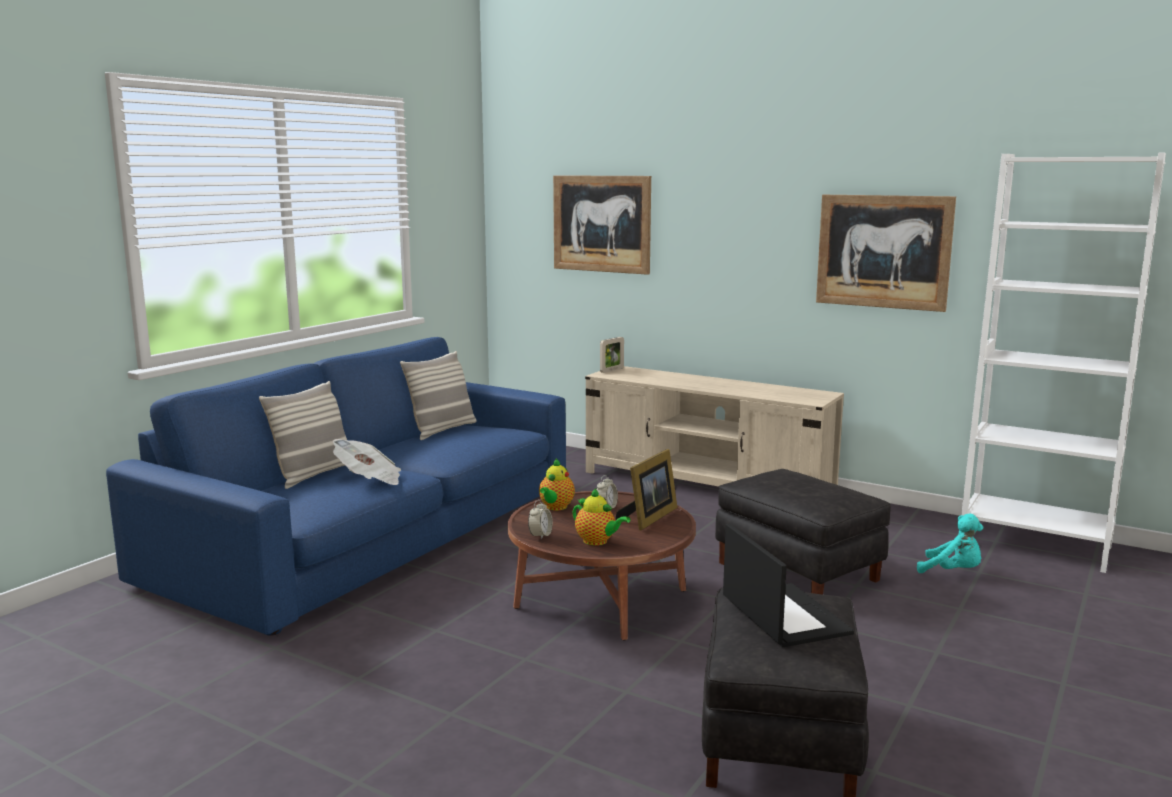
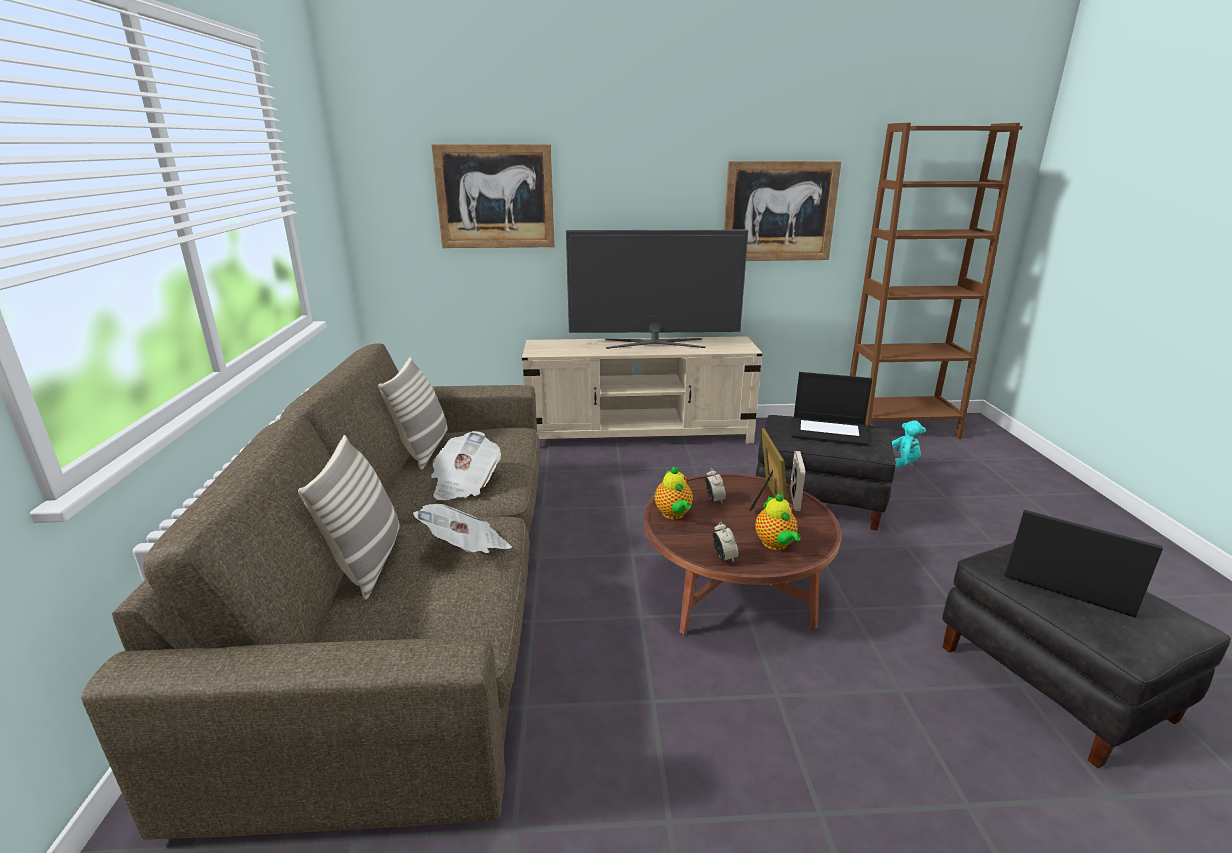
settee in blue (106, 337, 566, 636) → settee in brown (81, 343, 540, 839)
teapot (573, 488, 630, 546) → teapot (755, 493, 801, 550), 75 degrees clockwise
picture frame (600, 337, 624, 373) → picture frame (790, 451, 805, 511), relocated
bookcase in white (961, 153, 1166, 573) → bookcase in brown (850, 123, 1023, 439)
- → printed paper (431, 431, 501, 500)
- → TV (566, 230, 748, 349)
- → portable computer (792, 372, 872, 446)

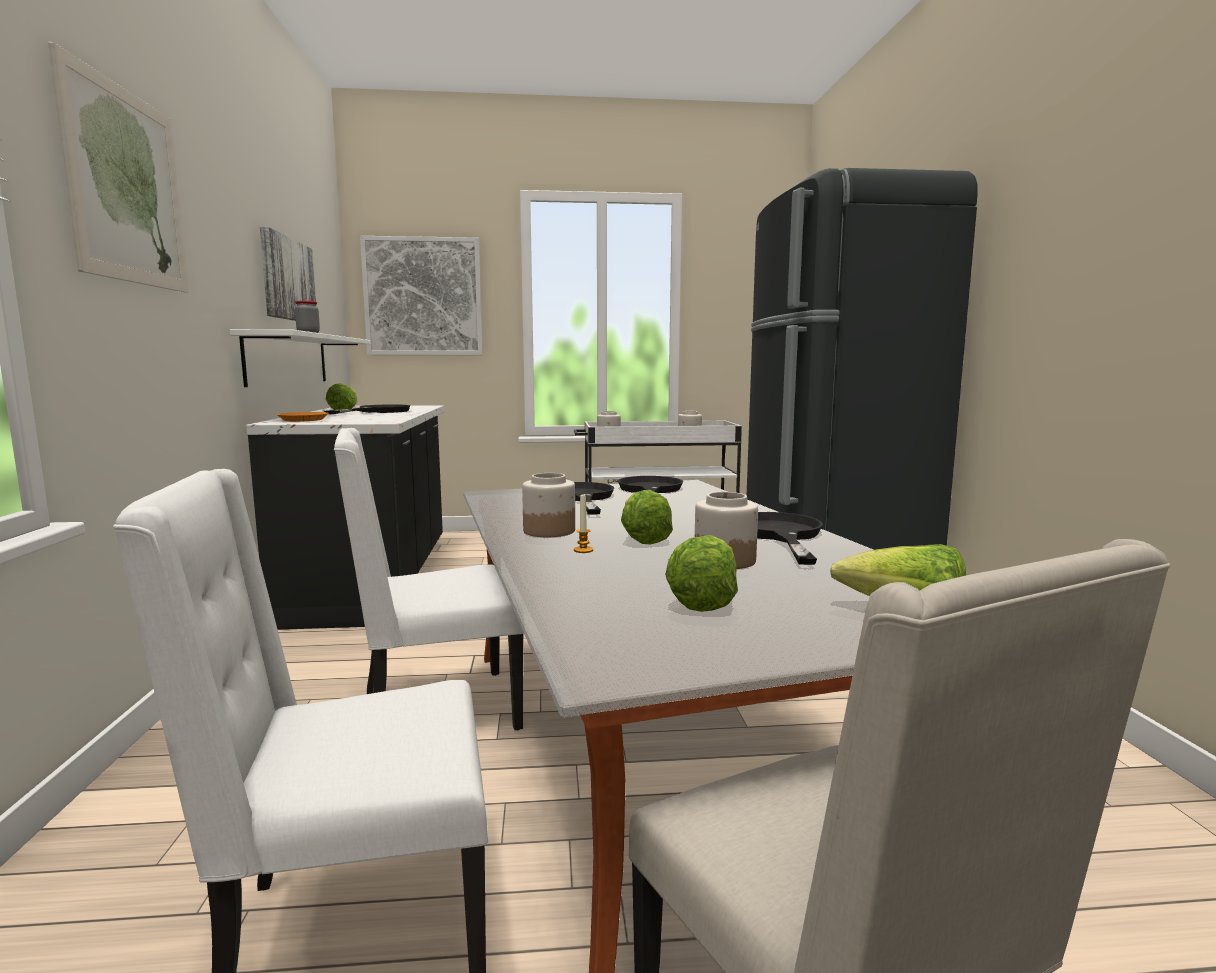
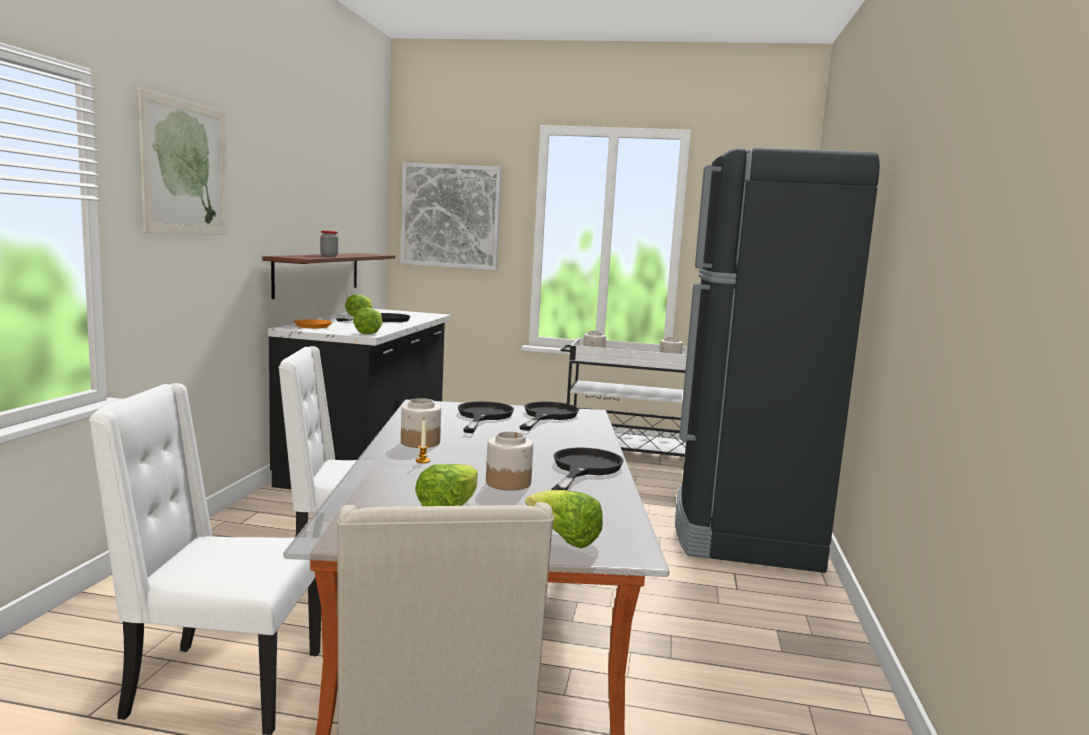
wall shelf in white (230, 329, 371, 387) → wall shelf in brown (263, 253, 395, 299)
wall picture (260, 227, 317, 321) → -
lettuce head (621, 490, 673, 545) → lettuce head (353, 307, 382, 334), relocated

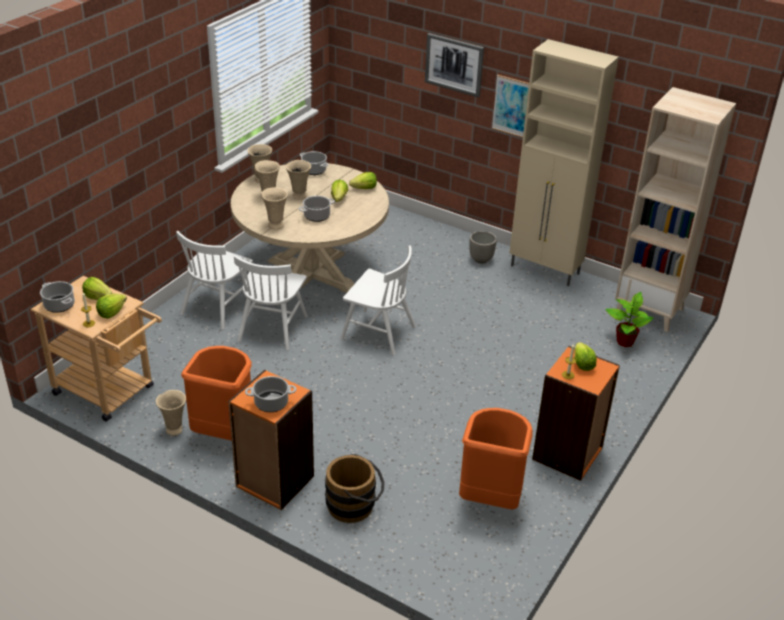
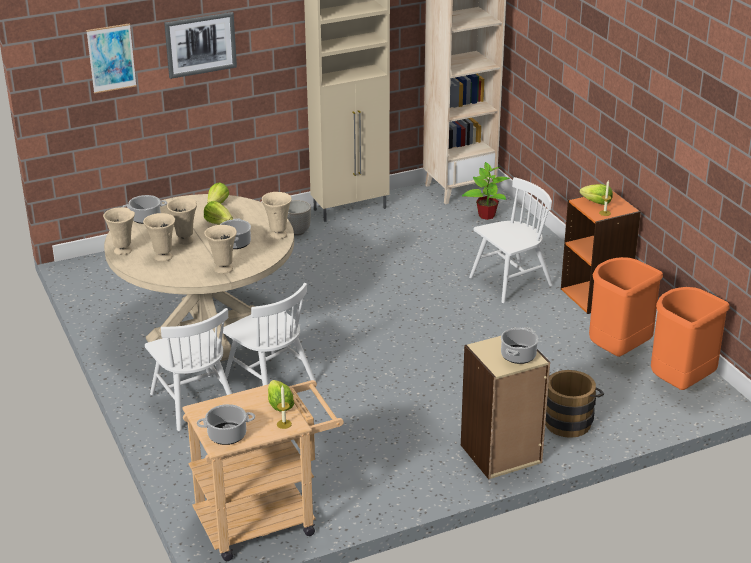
lettuce head (82, 277, 113, 300) → -
vase in beige (156, 390, 186, 436) → vase in beige (262, 192, 292, 239), relocated
trash can in orange-coloured (181, 346, 252, 441) → trash can in orange-coloured (651, 287, 730, 390), relocated
bookcase in orange-coloured (228, 370, 314, 510) → bookcase in beige (461, 336, 550, 479)
plain chair in white (340, 245, 416, 355) → plain chair in white (469, 177, 553, 303), relocated
wall picture (492, 75, 529, 138) → wall picture (86, 23, 136, 94), relocated

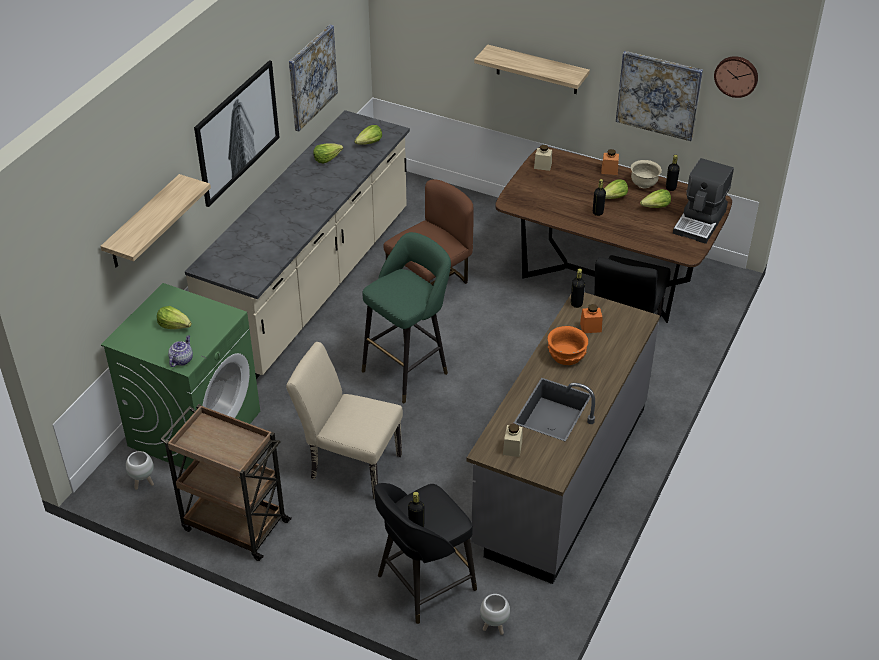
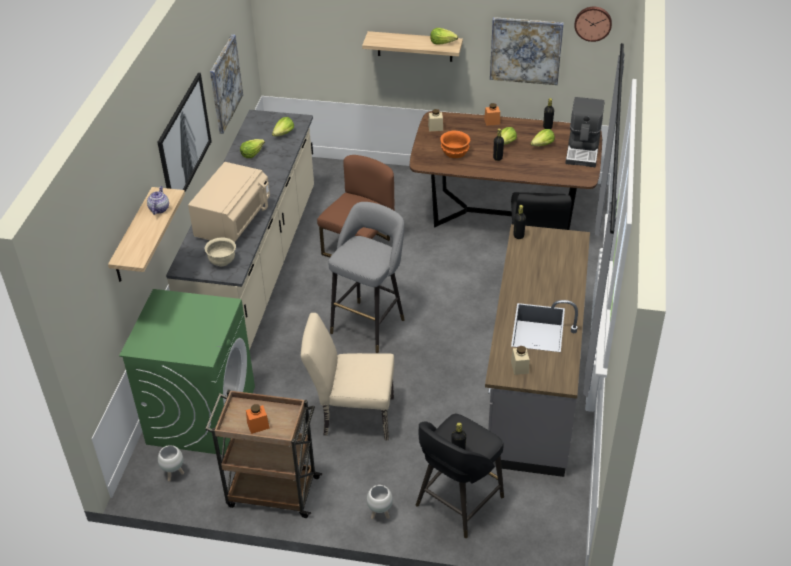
lettuce head (157, 306, 192, 329) → lettuce head (430, 28, 458, 45), relocated
teapot (168, 335, 193, 367) → teapot (147, 186, 169, 215), relocated
stool seat in green (362, 232, 451, 403) → stool seat in grey (328, 202, 405, 353)
planter in white (480, 594, 510, 635) → planter in white (367, 485, 393, 519), relocated
bowl in orange-coloured (548, 326, 588, 365) → bowl in orange-coloured (440, 131, 470, 158), relocated
jar in orange-coloured (580, 304, 603, 333) → jar in orange-coloured (246, 404, 270, 434), relocated
bowl in beige (631, 160, 662, 188) → bowl in beige (205, 237, 236, 266), relocated
- → kitchen microwave in beige (188, 162, 270, 242)

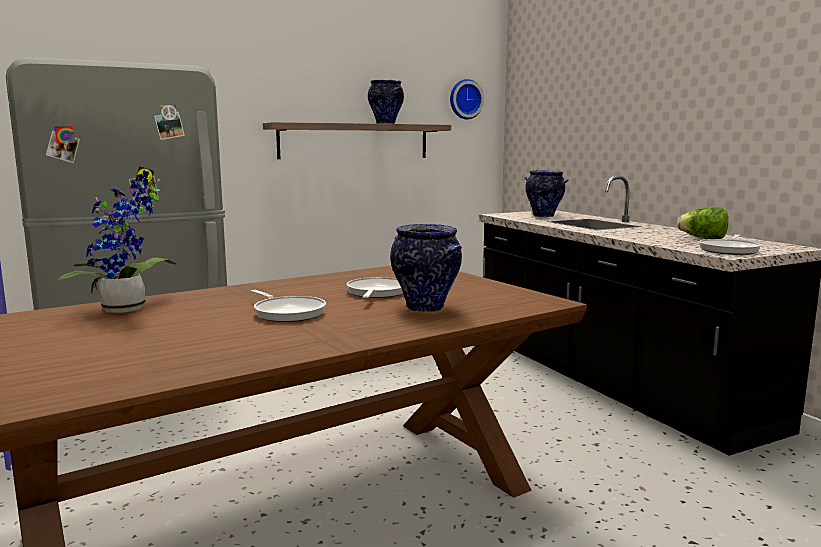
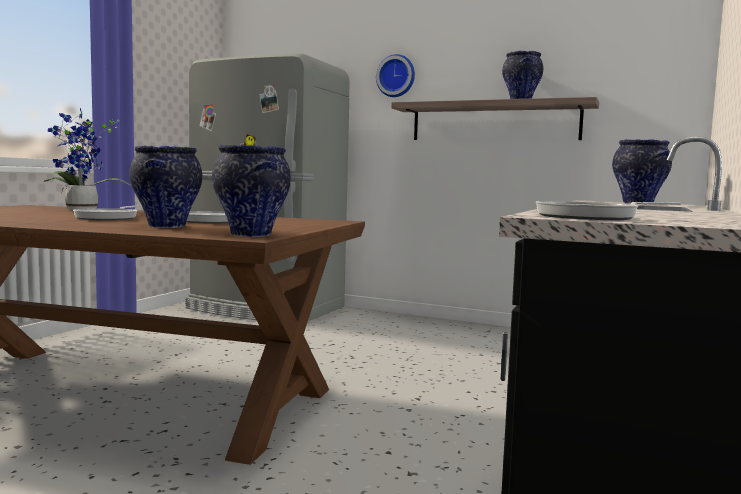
clock on the wall (450, 79, 484, 119) → clock on the wall (376, 54, 415, 97), relocated
lettuce head (677, 207, 728, 239) → -
- → vase (212, 145, 291, 237)

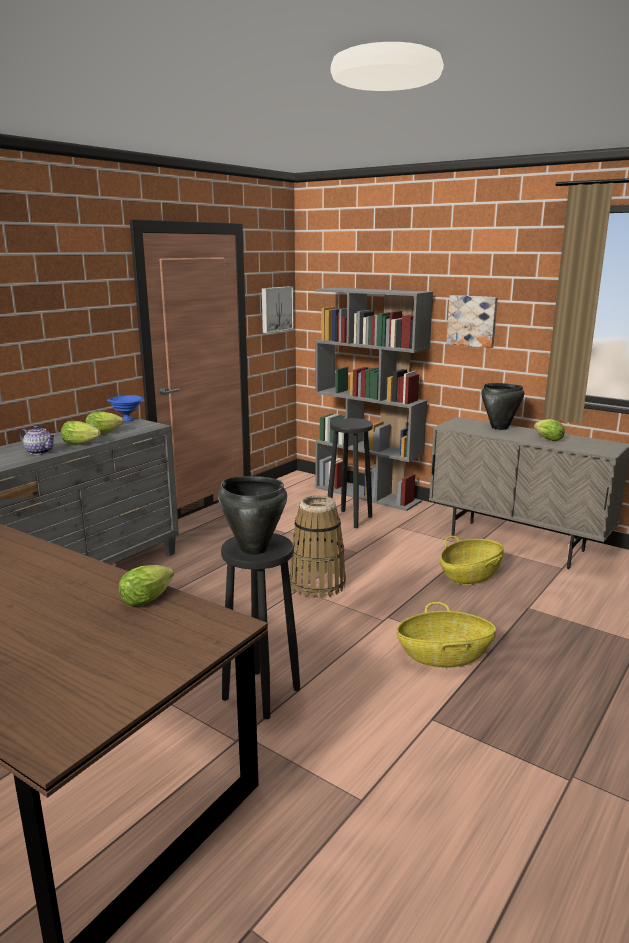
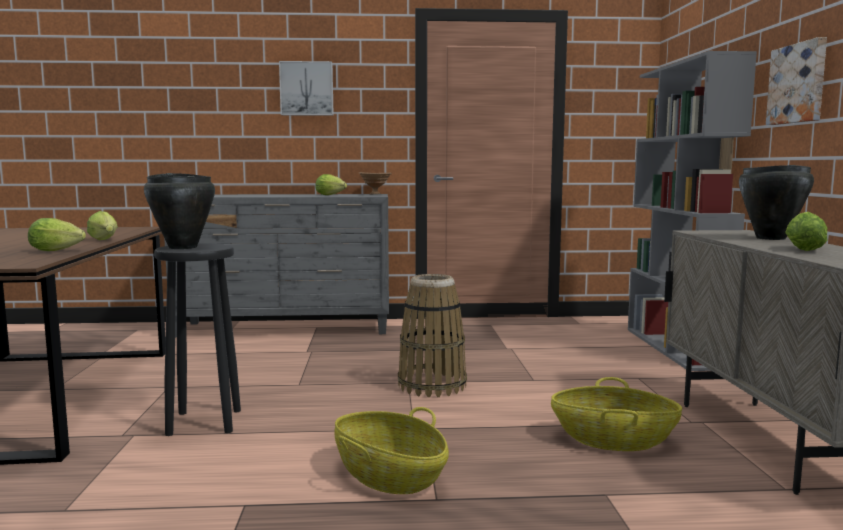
teapot (20, 425, 56, 455) → -
lettuce head (61, 421, 101, 445) → lettuce head (87, 211, 118, 240), relocated
bowl in blue (107, 395, 143, 422) → bowl in brown (359, 172, 392, 194)
wall picture (262, 286, 294, 333) → wall picture (279, 61, 334, 116), relocated
stool seat in black-coloured (328, 418, 373, 528) → -

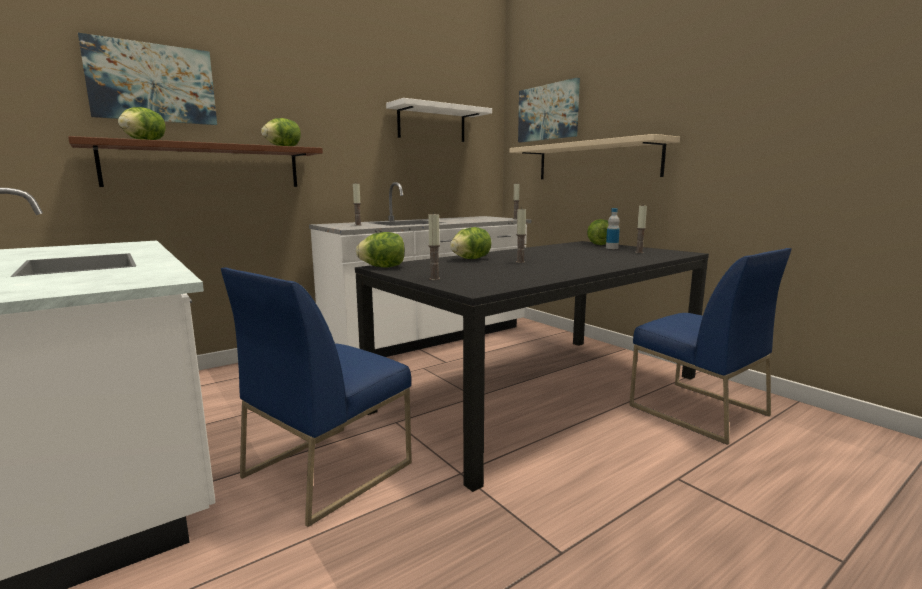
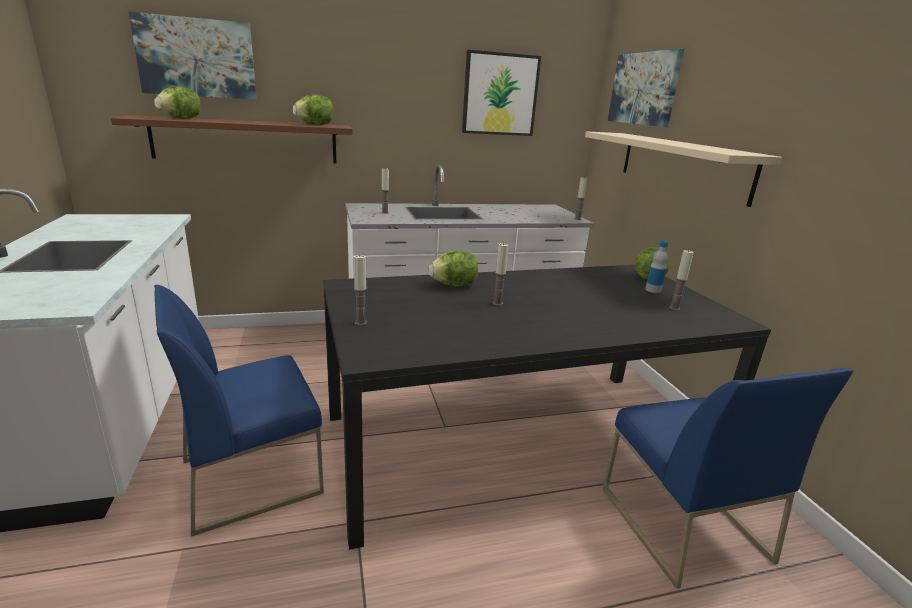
lettuce head (356, 232, 405, 268) → -
wall shelf in white (386, 98, 492, 142) → wall picture (462, 50, 541, 136)

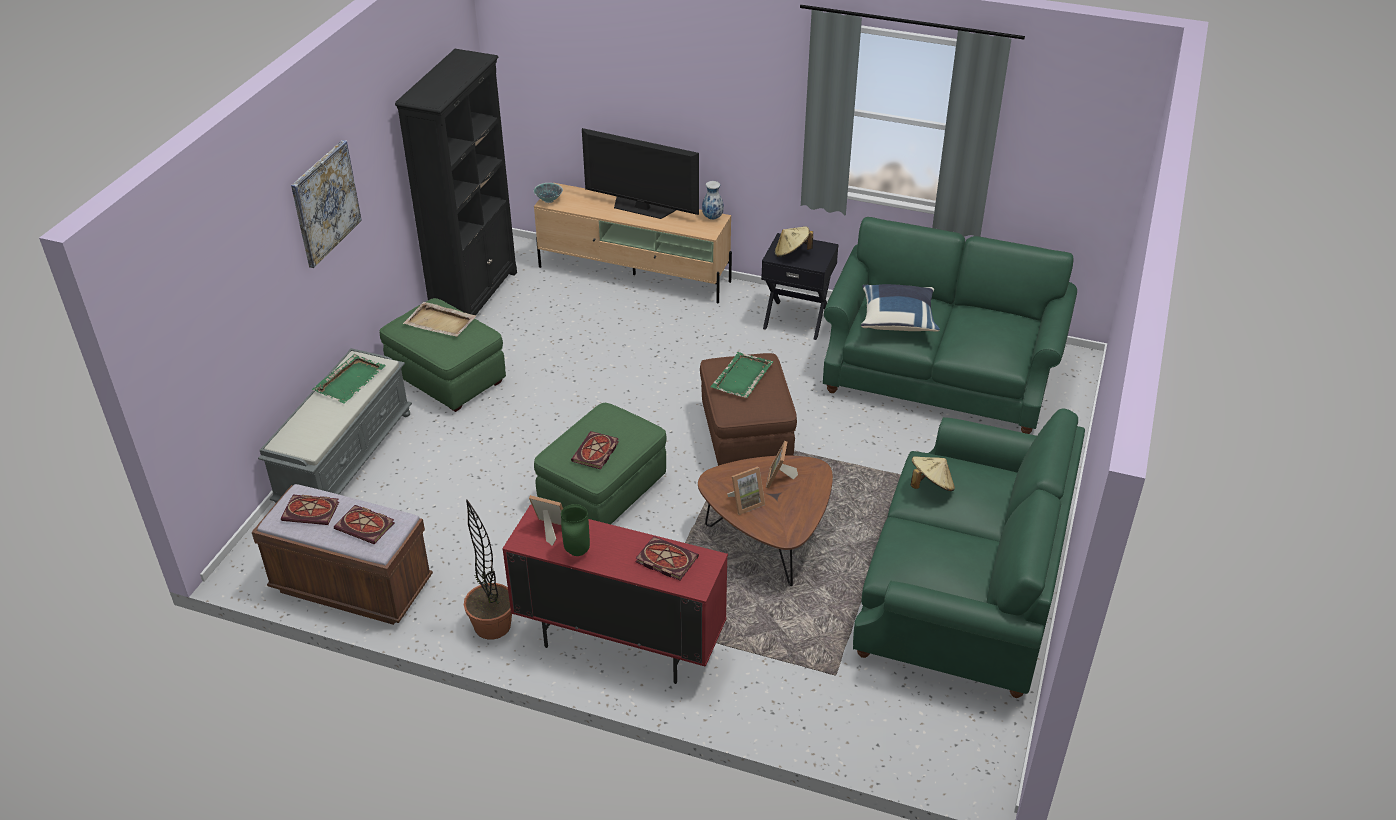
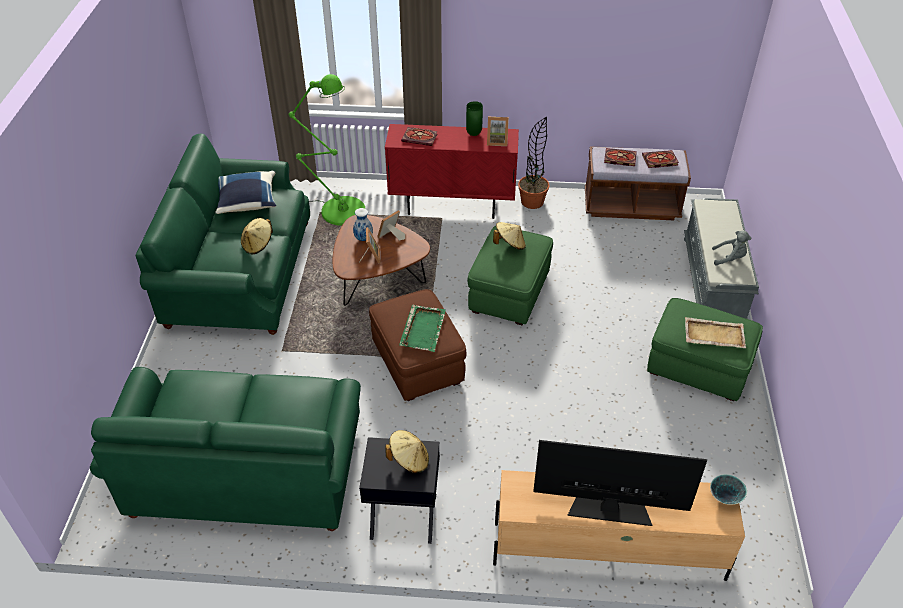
wall picture (291, 140, 362, 268) → -
carrying tray in green (312, 354, 386, 404) → soft toy in grey (712, 231, 751, 265)
bookcase in black-coloured (395, 49, 517, 315) → -
volume (571, 431, 619, 469) → wearable hat in beige (493, 222, 526, 250)
vase (702, 181, 724, 220) → vase (353, 208, 373, 241), relocated
pillow in blue (861, 284, 940, 332) → pillow in blue (216, 171, 276, 214), relocated
- → standard lamp in green (289, 74, 366, 226)

